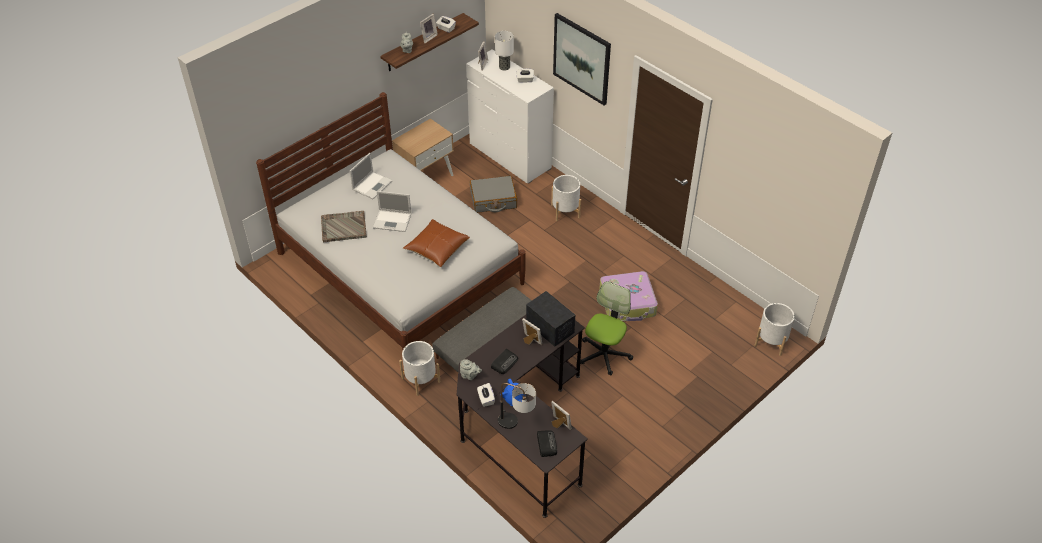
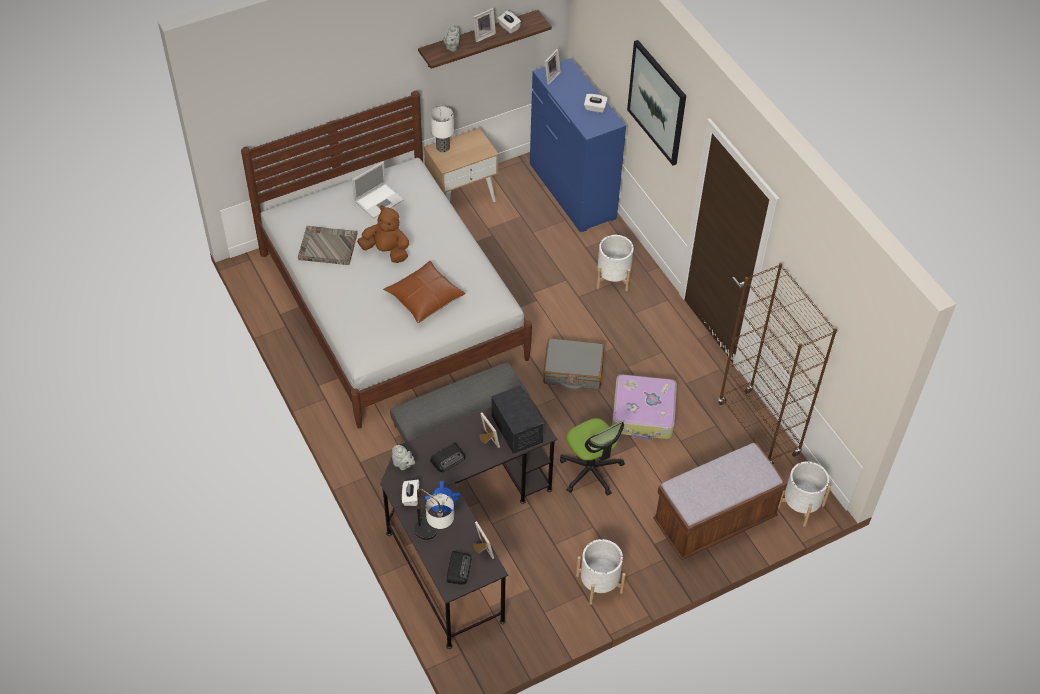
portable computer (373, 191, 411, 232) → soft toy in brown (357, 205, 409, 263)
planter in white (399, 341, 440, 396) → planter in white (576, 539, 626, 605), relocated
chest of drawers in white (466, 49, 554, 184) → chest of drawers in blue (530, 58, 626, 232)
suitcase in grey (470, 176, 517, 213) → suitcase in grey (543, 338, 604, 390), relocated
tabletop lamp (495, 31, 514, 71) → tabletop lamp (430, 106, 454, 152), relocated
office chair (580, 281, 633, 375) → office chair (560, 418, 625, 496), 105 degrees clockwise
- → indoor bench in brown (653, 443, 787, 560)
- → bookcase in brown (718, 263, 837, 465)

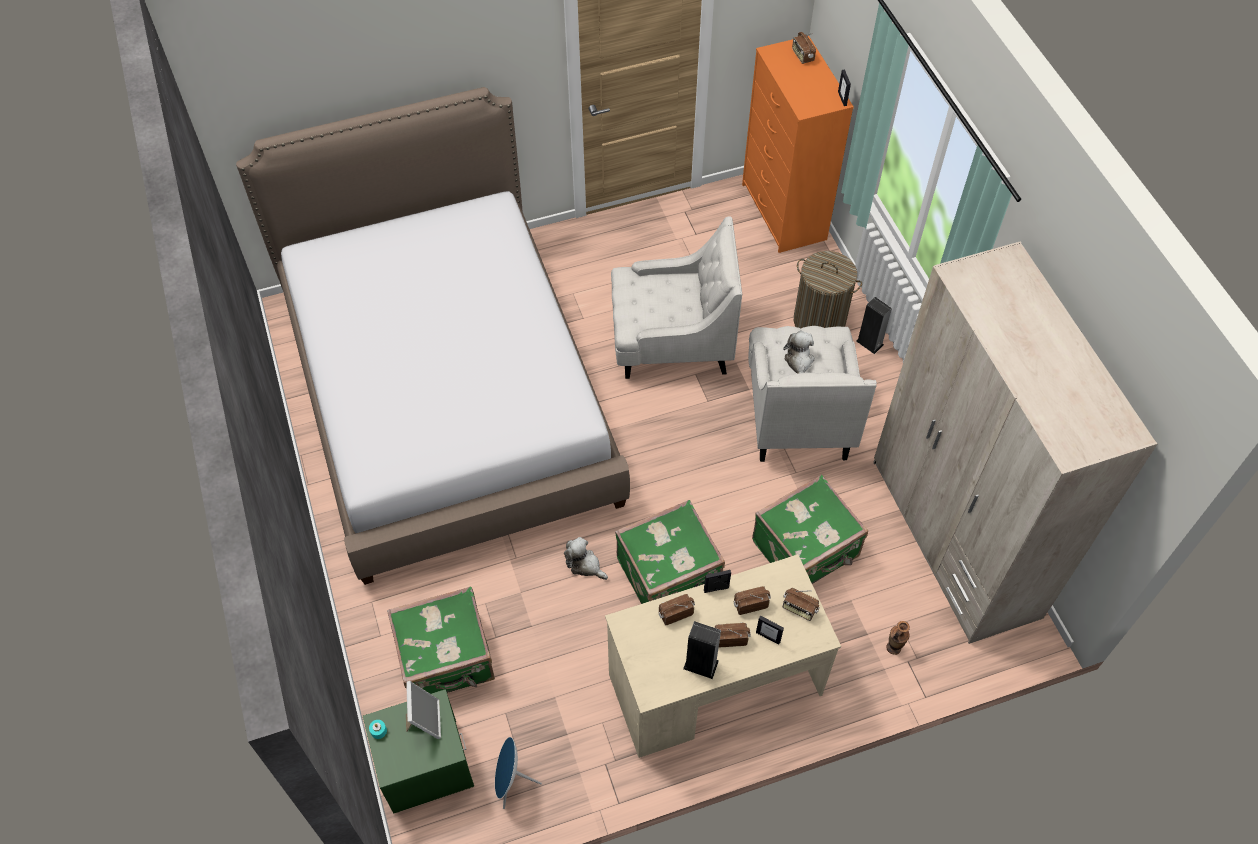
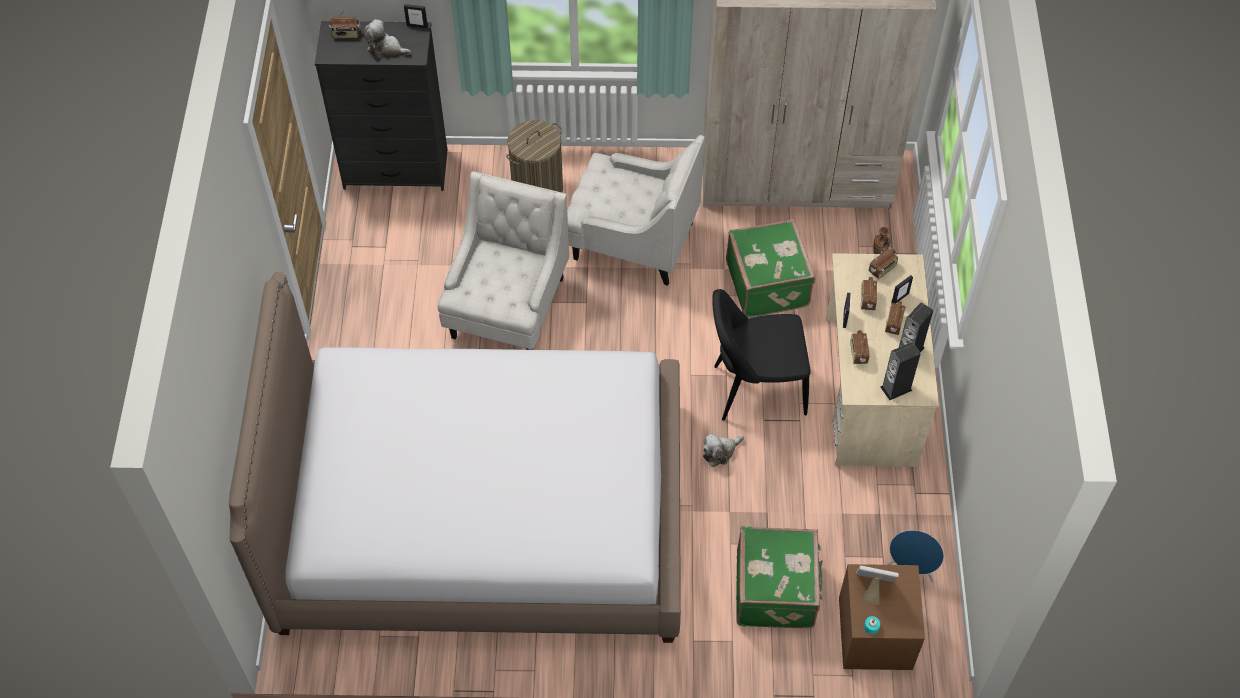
night table in green (363, 689, 474, 813) → night table in brown (839, 564, 925, 670)
suitcase in green (615, 500, 725, 604) → plain chair in black-coloured (712, 289, 811, 421)
chest of drawers in orange-coloured (742, 36, 854, 253) → chest of drawers in black-coloured (315, 21, 447, 191)
soft toy (783, 331, 815, 374) → soft toy (364, 19, 411, 58), relocated
speaker (856, 297, 892, 354) → speaker (881, 342, 921, 401), relocated

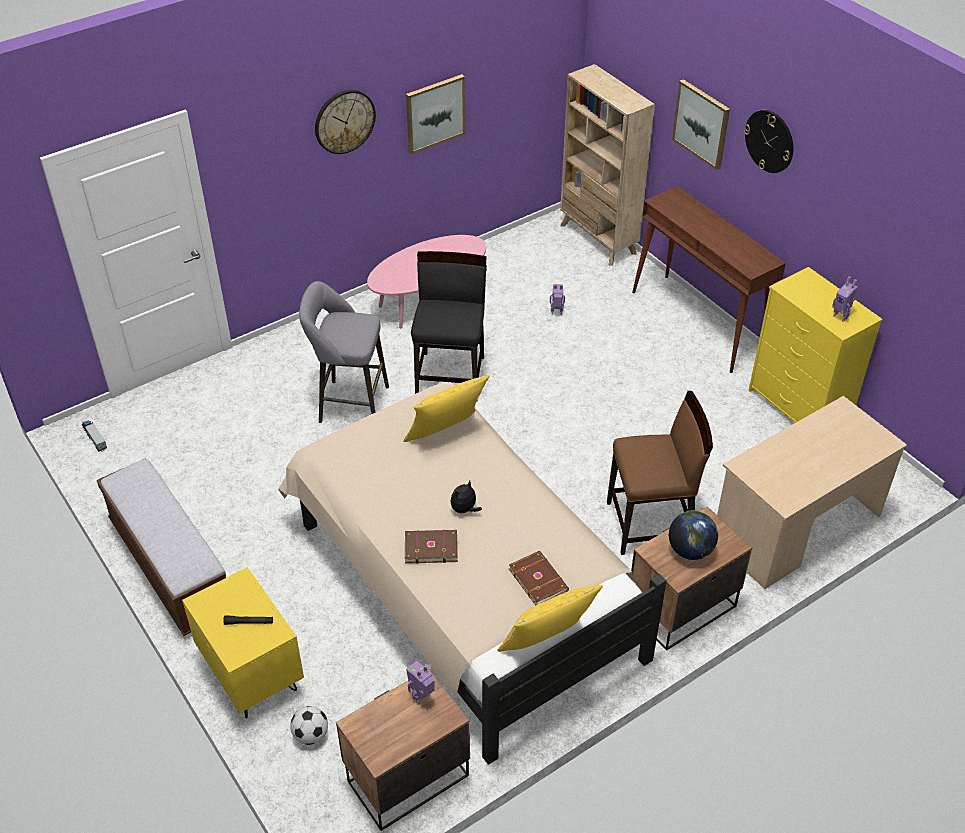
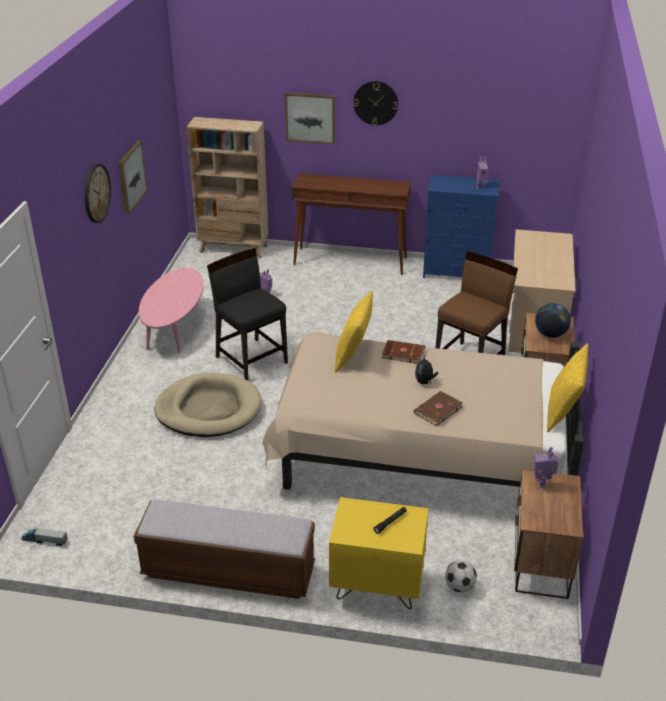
stool seat in grey (299, 281, 389, 423) → pet bed in beige (154, 373, 261, 437)
volume in brown (509, 551, 569, 605) → volume in brown (382, 340, 425, 364), relocated
chest of drawers in yellowish (748, 267, 883, 423) → chest of drawers in blue (423, 175, 500, 278)

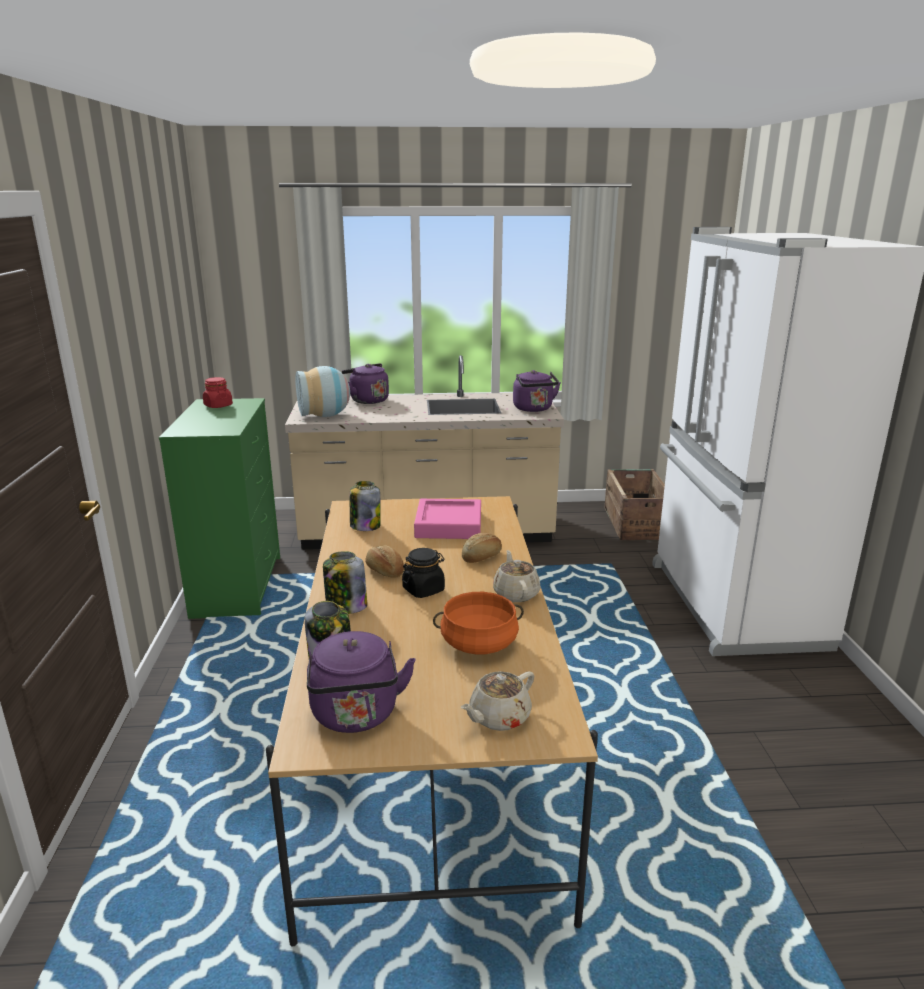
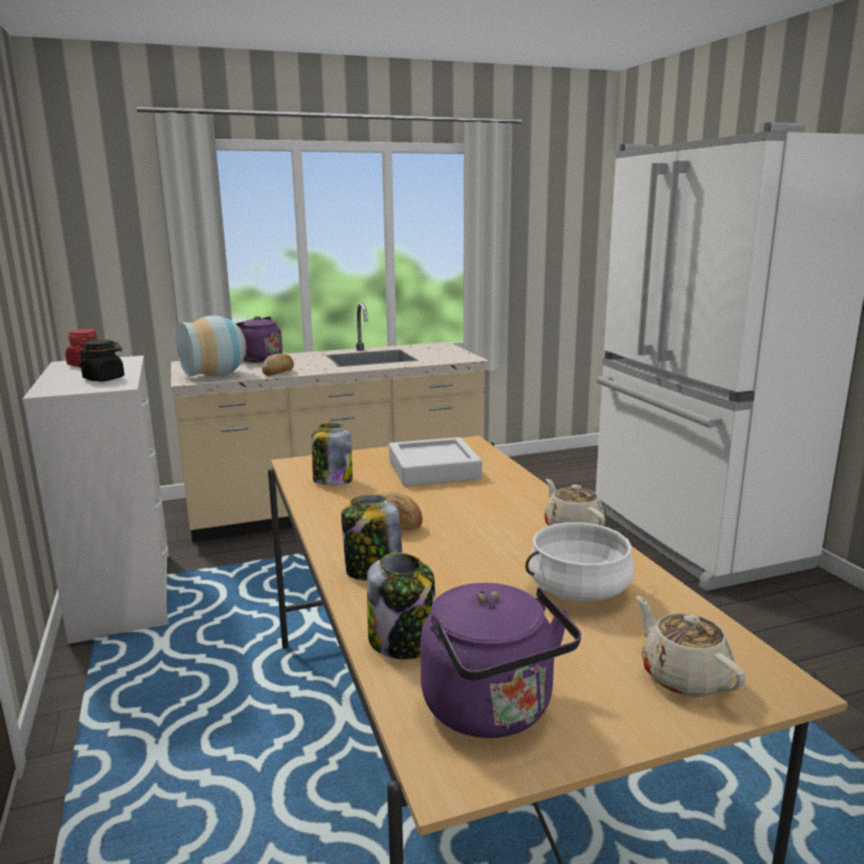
chest of drawers in green (159, 398, 280, 619) → chest of drawers in white (22, 356, 169, 644)
jar in black-coloured (402, 548, 445, 598) → jar in black-coloured (79, 340, 124, 381), relocated
carrying tray in pink (414, 499, 481, 539) → carrying tray in grey (389, 437, 482, 486)
saucepot in orange-coloured (433, 592, 524, 655) → saucepot in white (525, 522, 634, 602)
teapot in beige (461, 671, 534, 731) → teapot in beige (636, 596, 746, 697), 120 degrees clockwise
baked bread (462, 532, 502, 563) → baked bread (262, 353, 294, 376), relocated
tea kettle in purple (513, 370, 561, 412) → -
crate (605, 469, 665, 540) → -

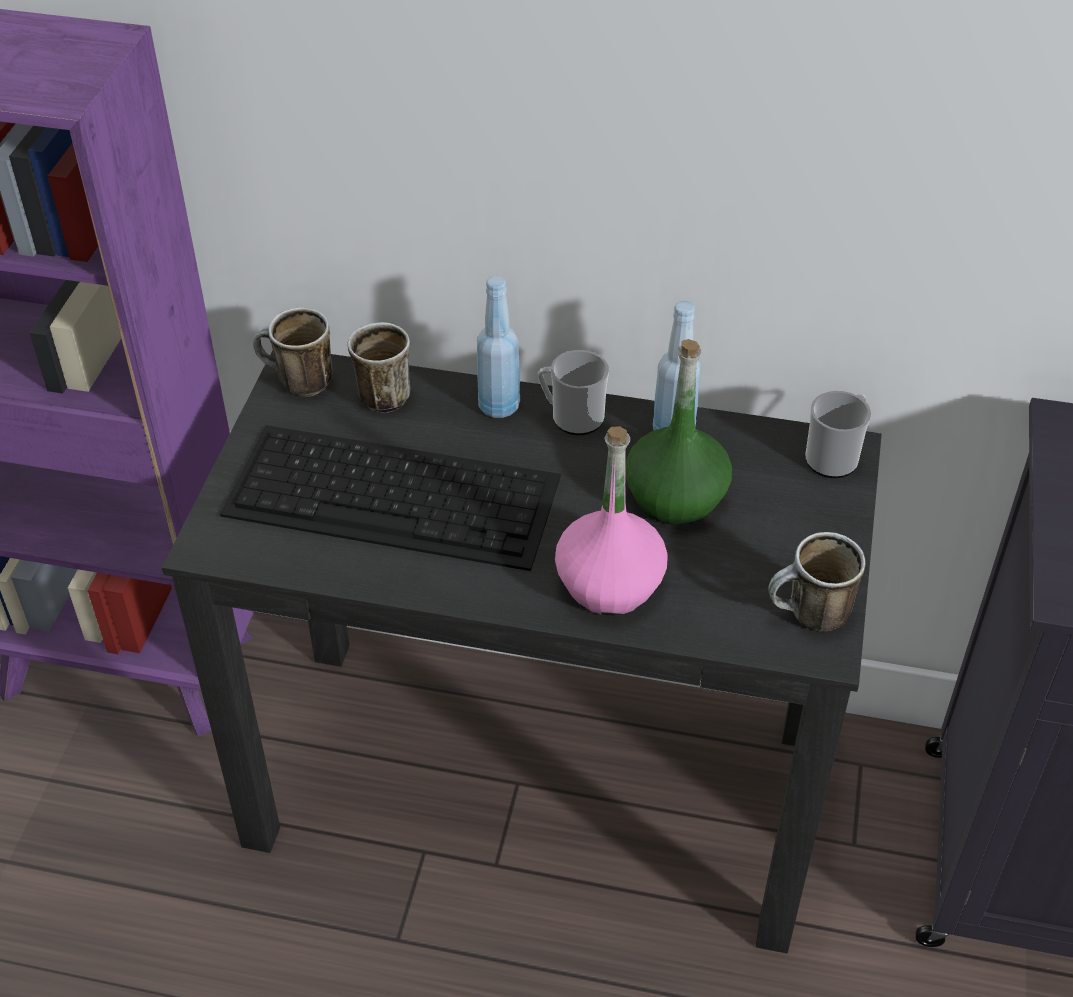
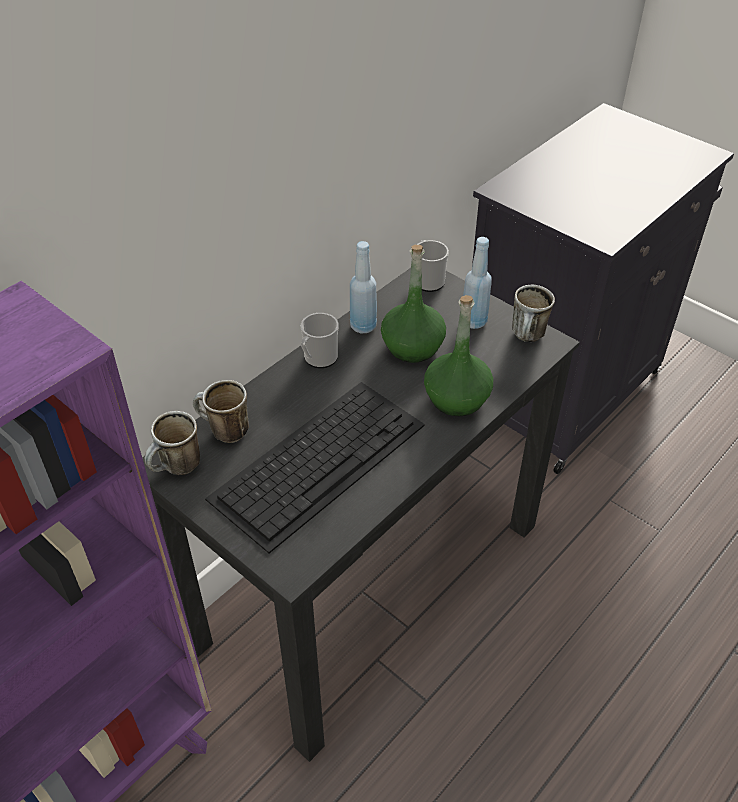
bottle in blue (477, 276, 520, 418) → bottle in blue (463, 237, 492, 329), relocated
bottle in pink (555, 426, 668, 615) → bottle in green (424, 295, 493, 417)

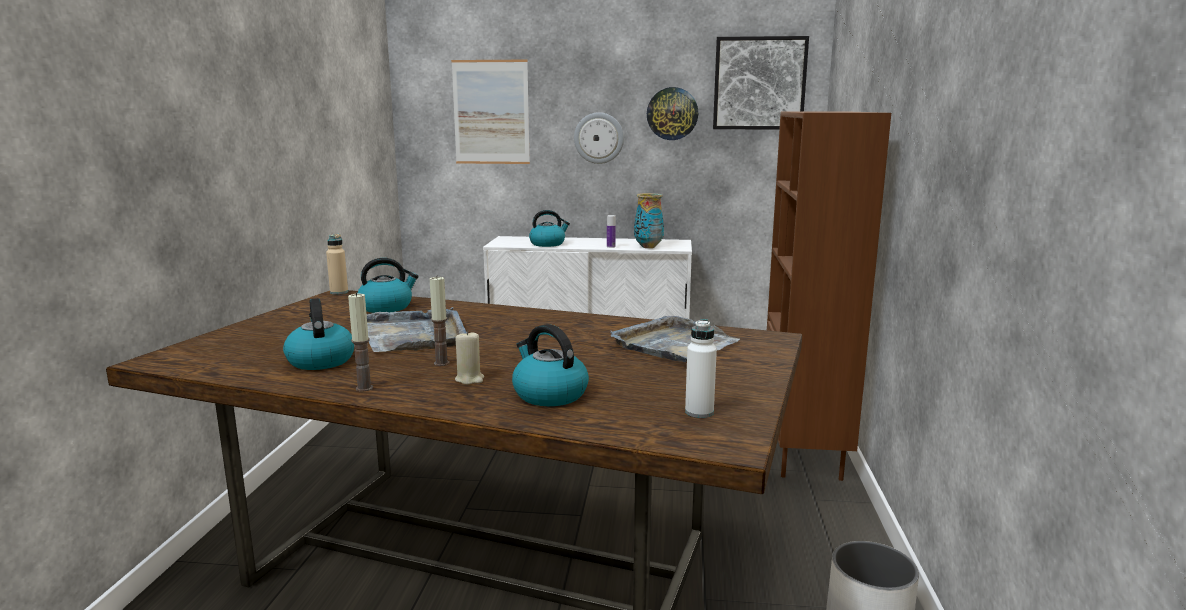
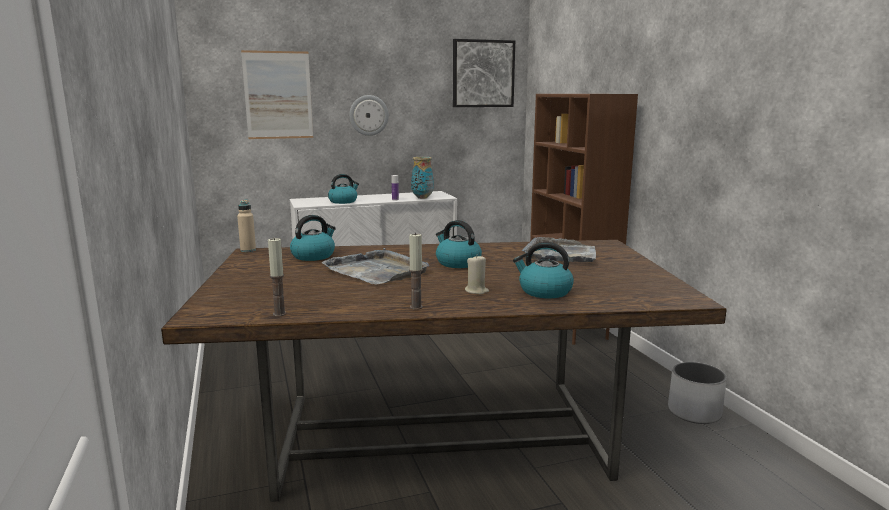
tea kettle (283, 298, 354, 370) → tea kettle (436, 220, 482, 268), relocated
wax candle (430, 276, 449, 366) → wax candle (268, 237, 287, 317), relocated
clock on the wall (647, 87, 698, 140) → -
bottle in white (685, 319, 717, 418) → -

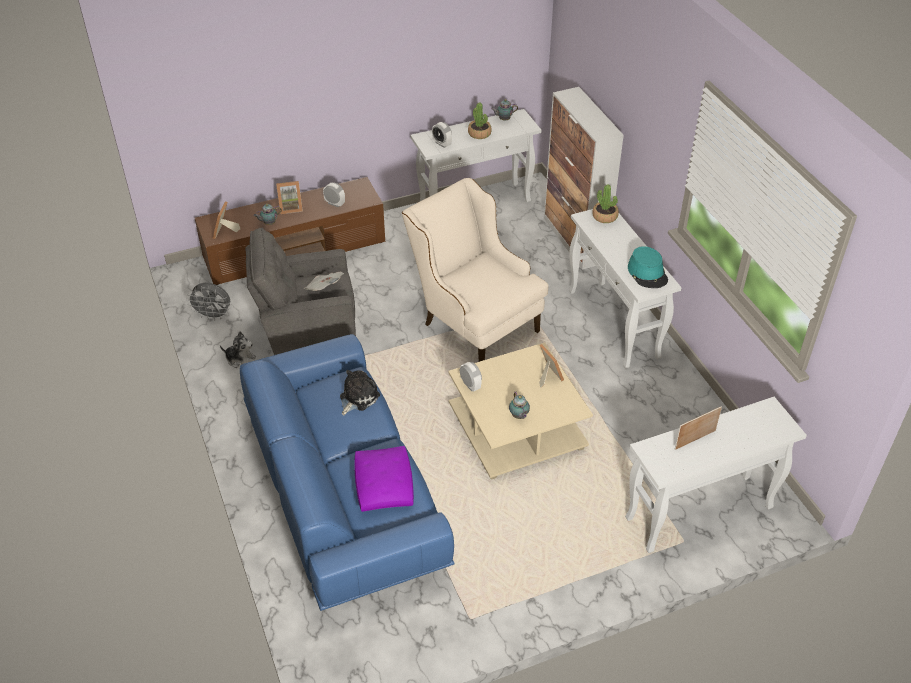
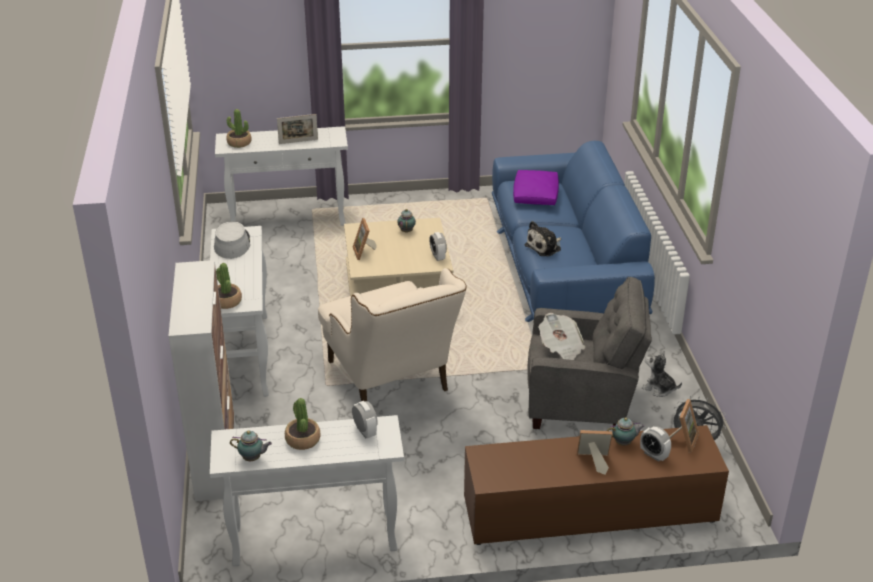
table clock (323, 183, 345, 208) → table clock (640, 426, 671, 462), relocated
wearable hat in blue-green (628, 246, 668, 288) → wearable hat in grey (214, 221, 250, 259)
- → houseplant (226, 109, 252, 148)

